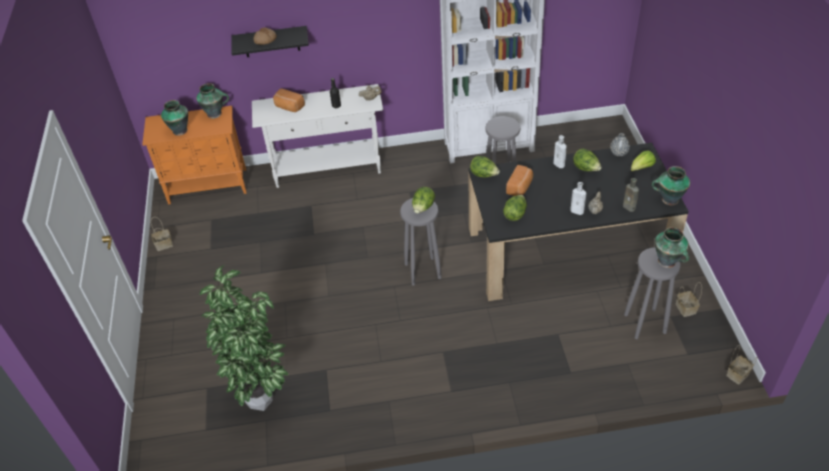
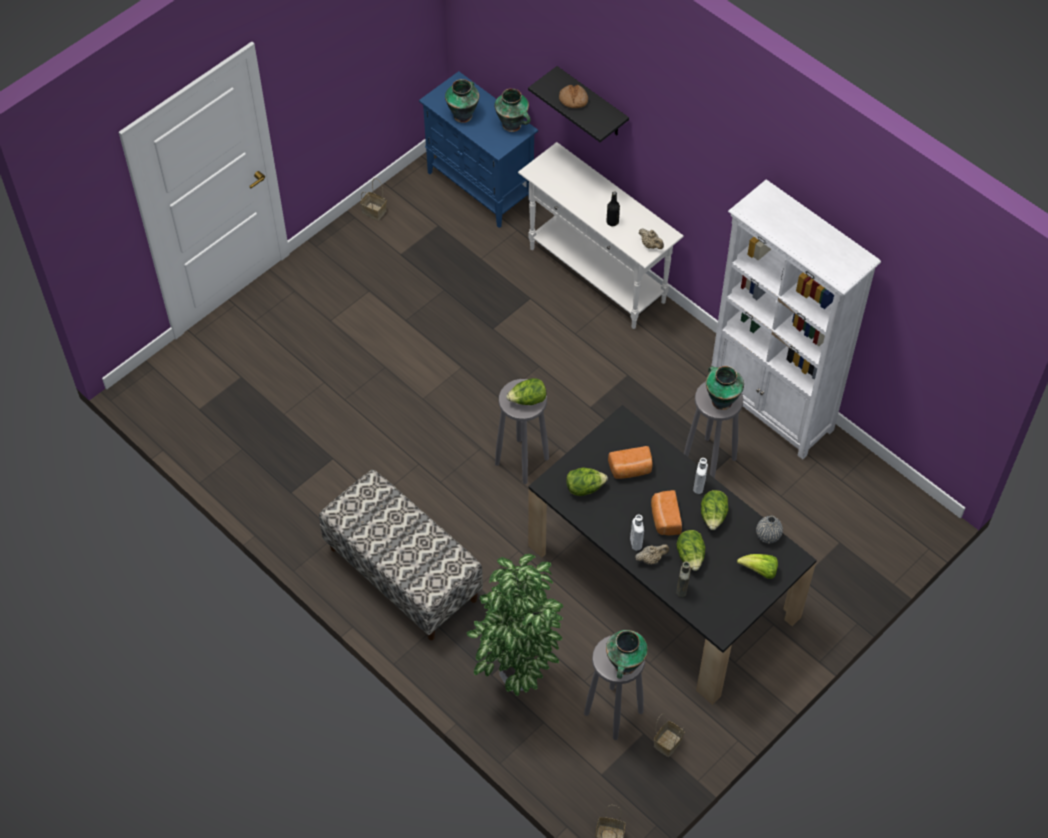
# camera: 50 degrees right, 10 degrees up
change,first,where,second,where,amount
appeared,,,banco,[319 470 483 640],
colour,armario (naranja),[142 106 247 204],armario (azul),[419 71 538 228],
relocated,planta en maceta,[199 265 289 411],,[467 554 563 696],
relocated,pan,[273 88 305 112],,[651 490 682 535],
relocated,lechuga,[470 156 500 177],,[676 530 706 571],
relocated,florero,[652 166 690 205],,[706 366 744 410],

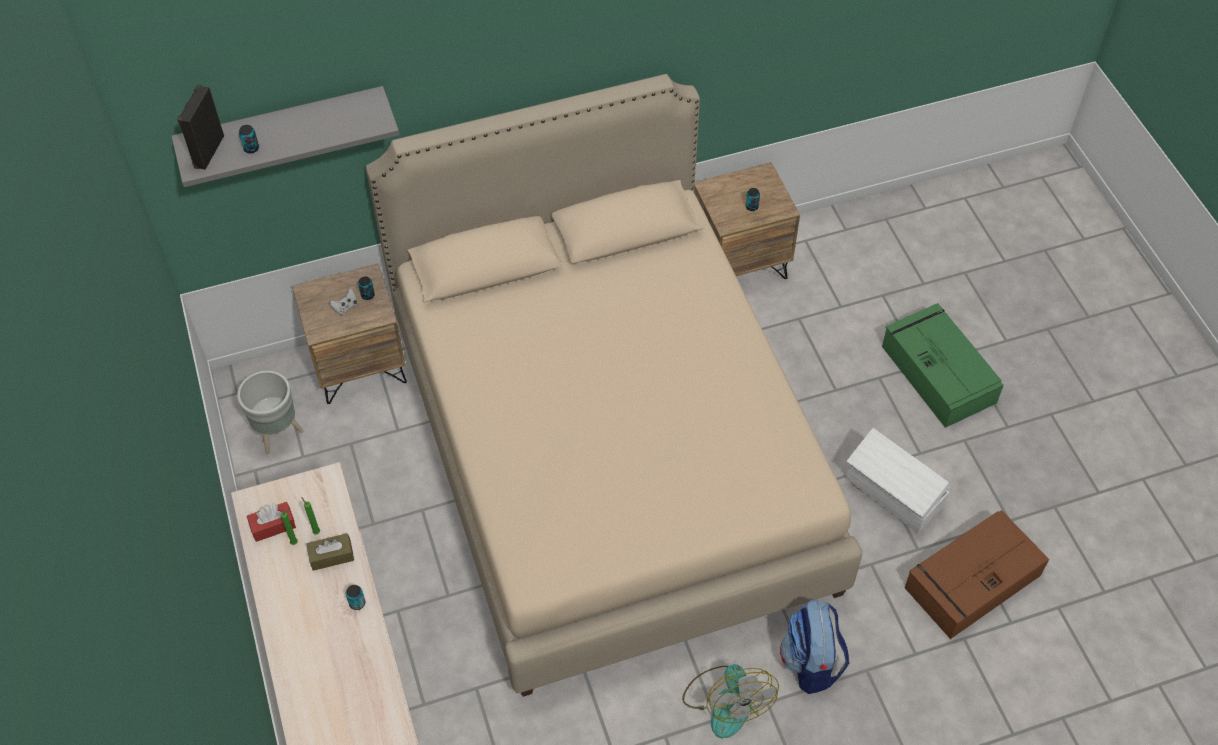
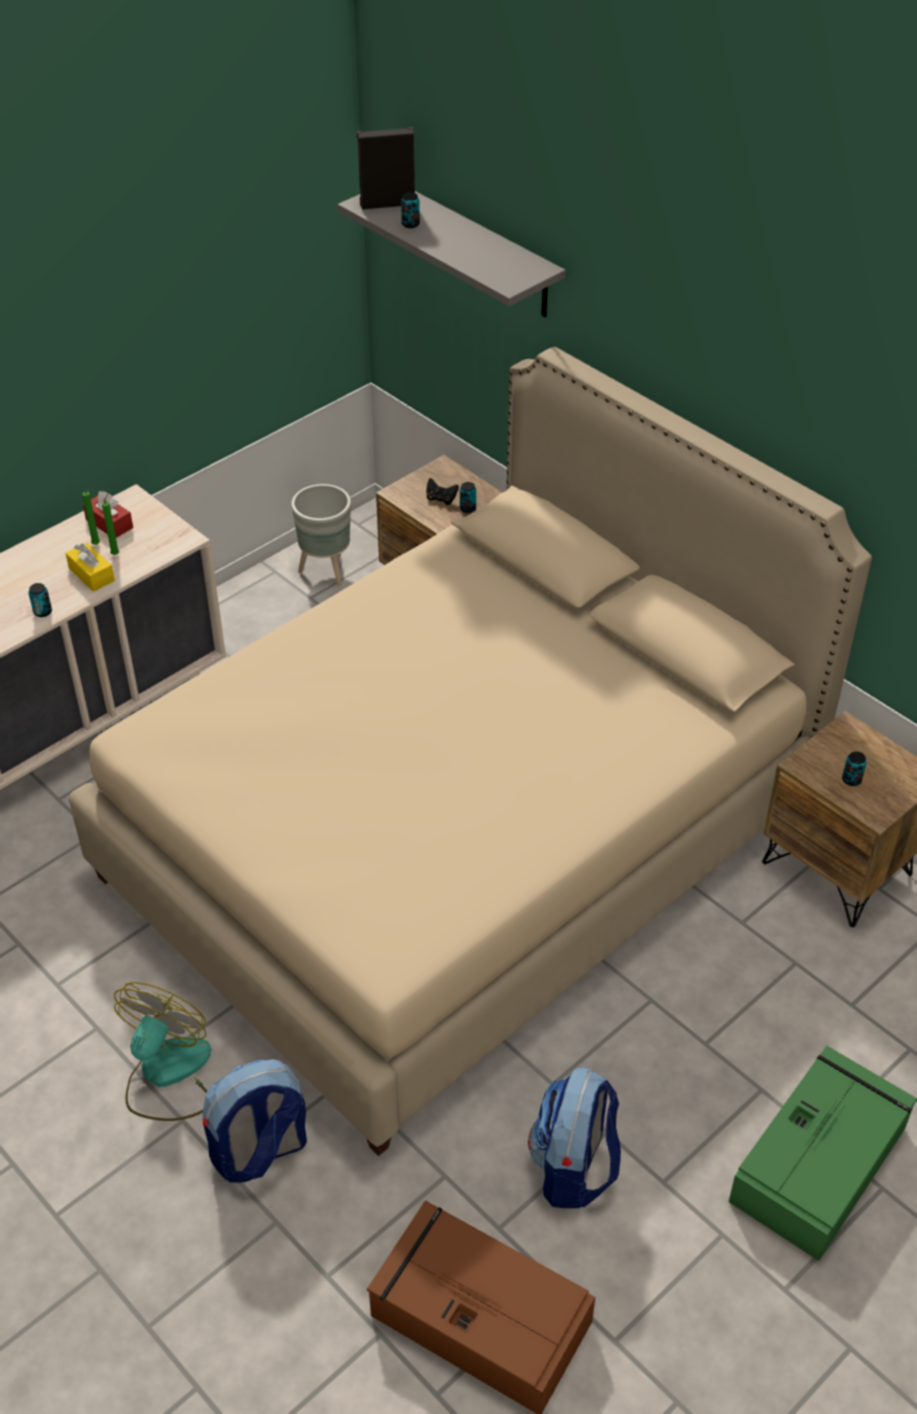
# camera: 65 degrees right, 10 degrees down
change,first,where,second,where,amount
colour,caja de pañuelos (marrón),[306 533 354 571],caja de pañuelos (amarillo),[65 543 115 592],
spun,ventilador,[682 664 779 738],,[114 982 212 1121],150 degrees clockwise
colour,mando de consola (blanco),[329 288 358 315],mando de consola (negro),[426 478 459 505],
exchanged,caja de almacenaje (blanco),[845 428 950 533],mochila,[528 1067 621 1208],

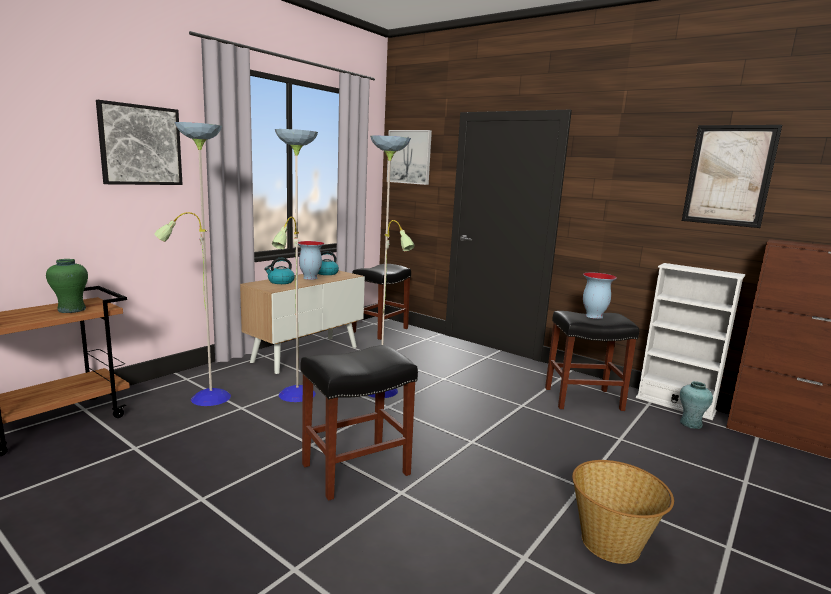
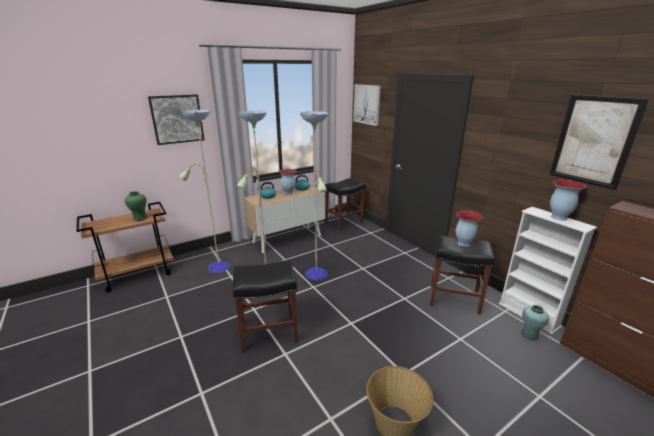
# camera: 20 degrees right, 10 degrees up
change,first,where,second,where,amount
appeared,,,florero,[550 180 586 221],

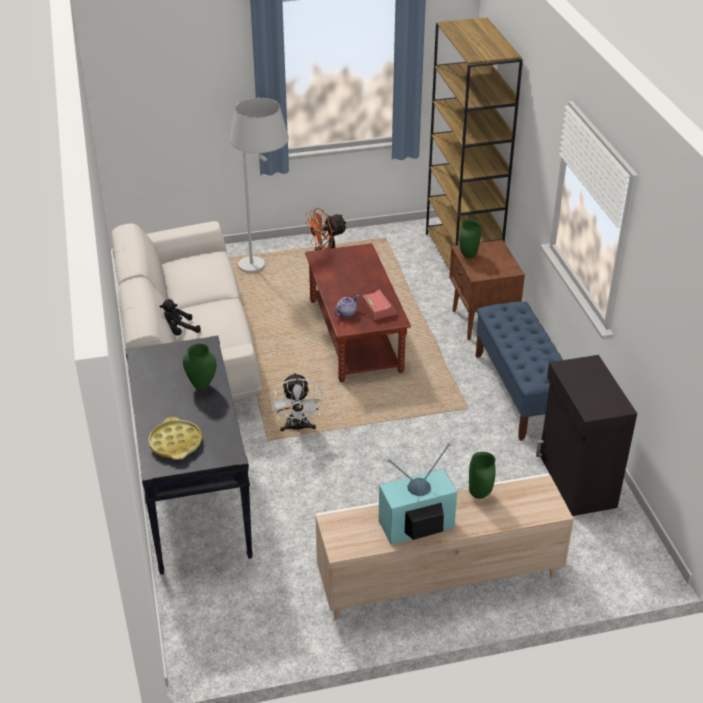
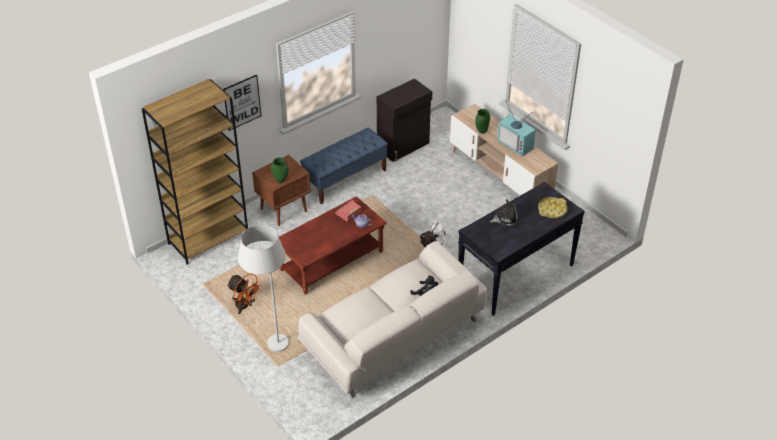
# camera: 115 degrees left, 5 degrees up
change,first,where,second,where,amount
appeared,,,cuadro,[223 75 261 131],
exchanged,florero (verde),[183 344 217 391],peluche,[490 199 518 226],

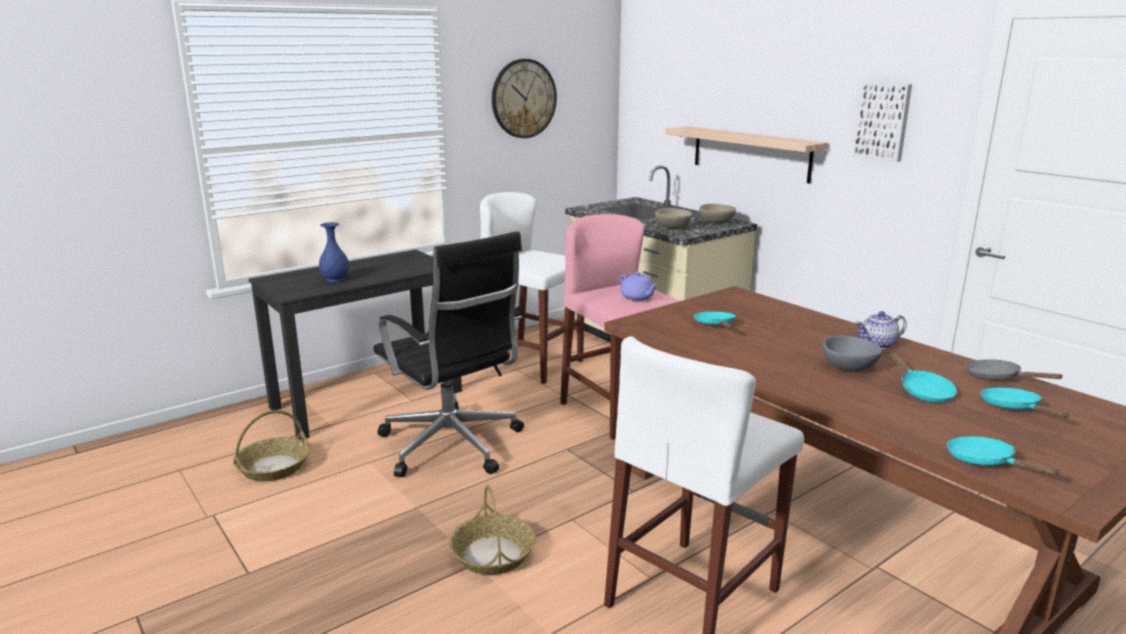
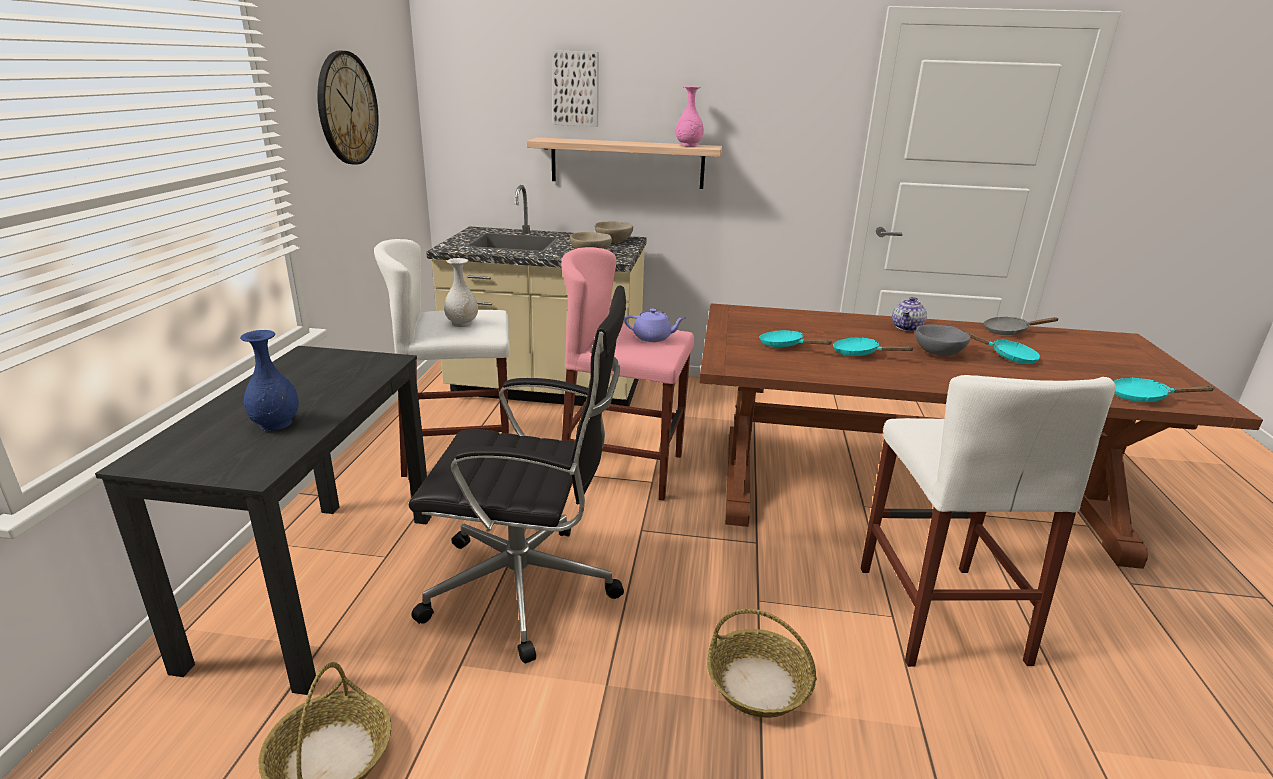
# camera: 45 degrees left, 5 degrees up
change,first,where,second,where,amount
appeared,,,florero (blanco),[444 258 478 327],
relocated,cuadro,[853 82 912 162],,[552 50 599 127],
appeared,,,florero (rosa),[676 86 704 147],
relocated,sartén (turquesa),[981 387 1069 418],,[833 337 915 356],

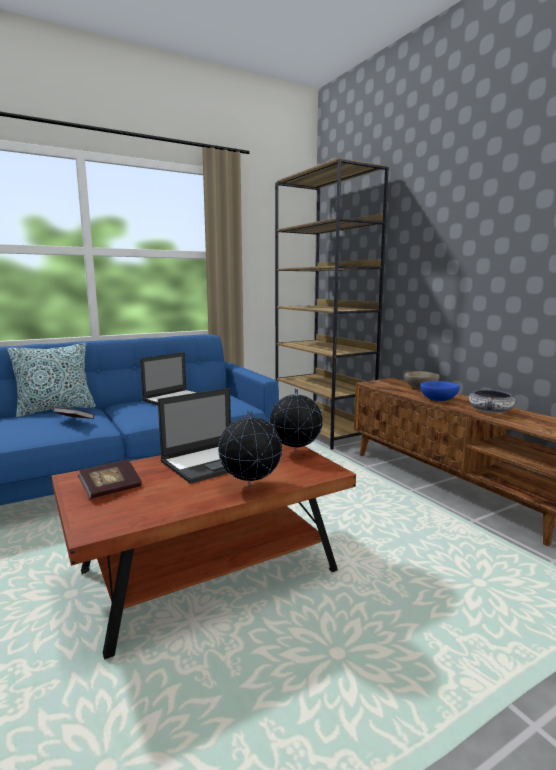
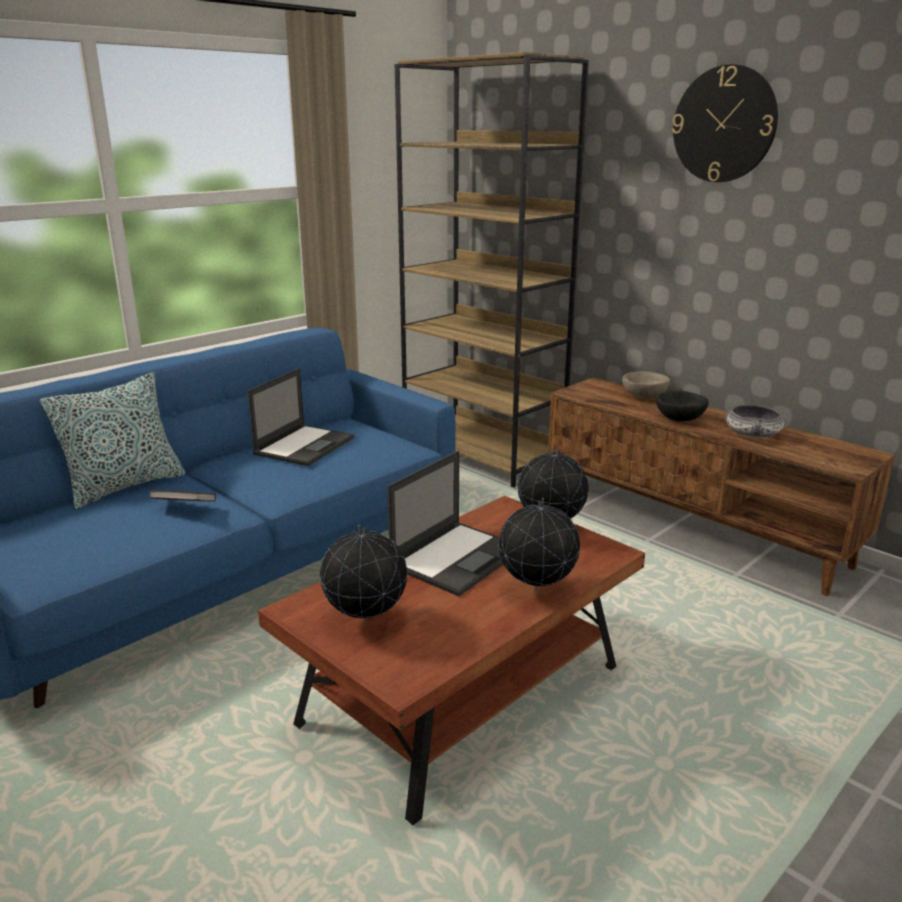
# camera: 15 degrees left, 10 degrees up
change,first,where,second,where,amount
exchanged,libro,[78 460 142 499],globo terráqueo,[320 525 407 623],
colour,cuenco (azul),[420 381 460 401],cuenco (negro),[656 391 709 421],
appeared,,,reloj de pared,[672 64 778 182],

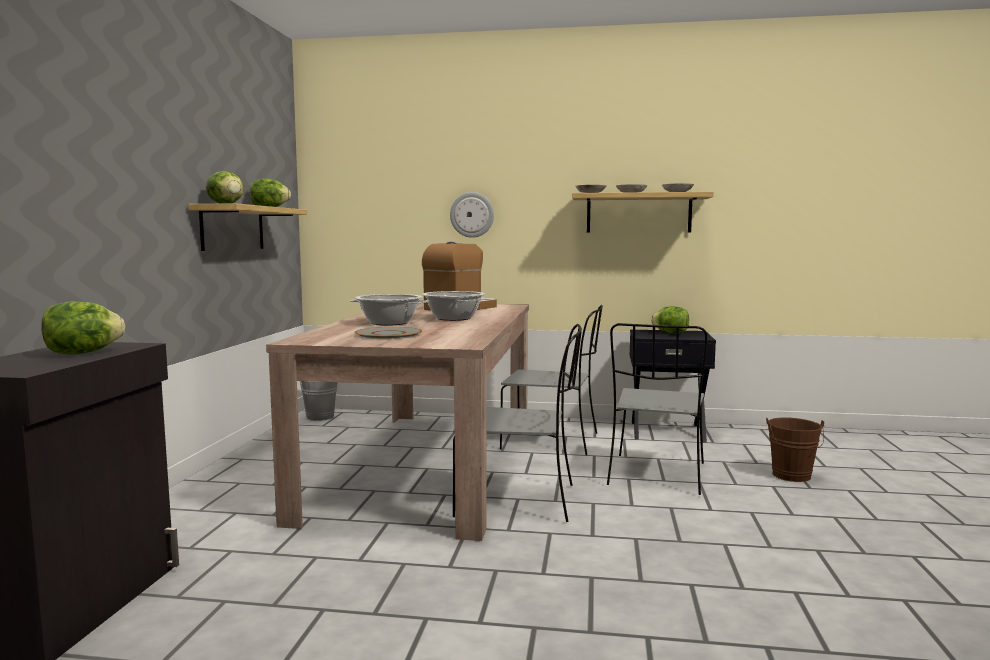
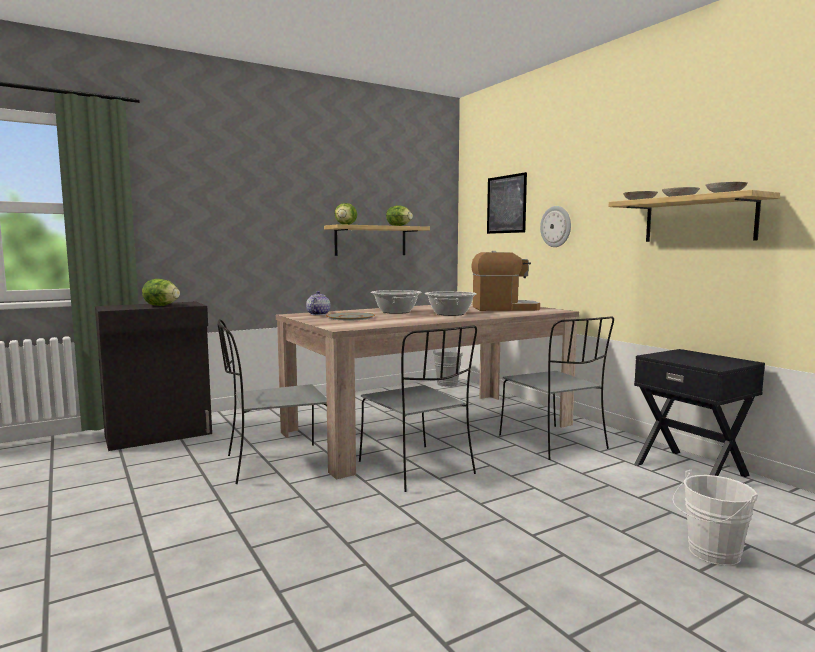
# camera: 50 degrees right, 0 degrees up
change,first,where,second,where,amount
relocated,silla (gris),[607 323 707 495],,[217 319 327 484],
appeared,,,tetera,[306 291 330 315],
appeared,,,cuadro,[487 172 527 234],
colour,cubo (marrón),[766 417 824 482],cubo (blanco),[673 470 758 566],
missing,lechuga,[651 306 689 334],,,

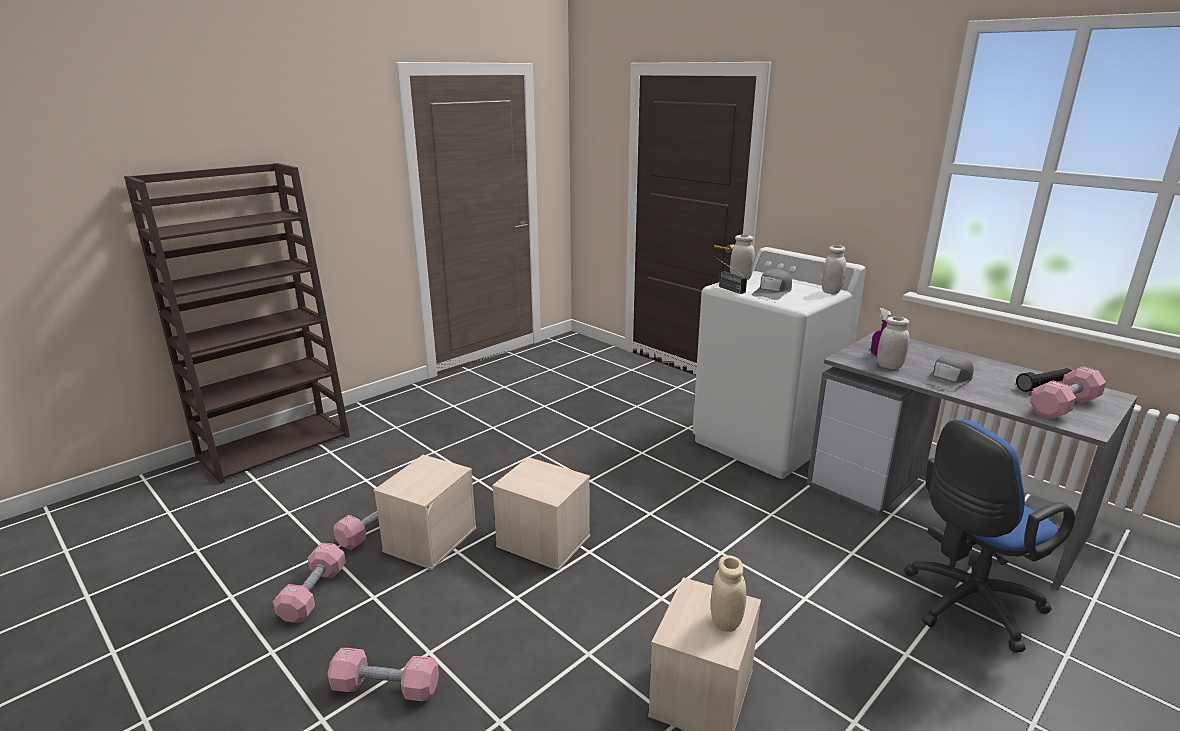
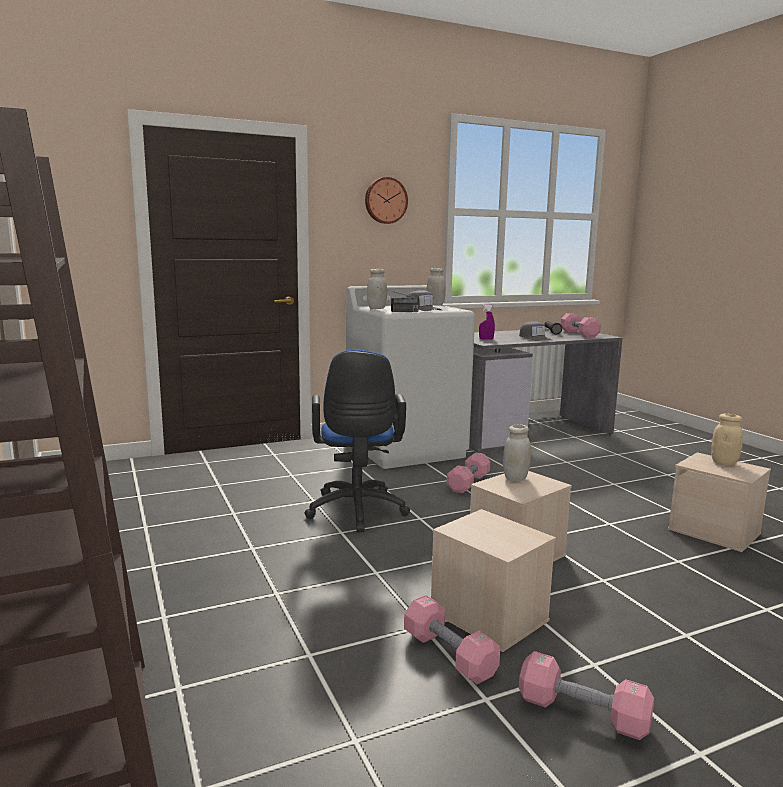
# camera: 70 degrees left, 10 degrees down
change,first,where,second,where,amount
relocated,silla de oficina (azul),[904 419 1075 653],,[304 349 410 532],
appeared,,,reloj de pared,[365 177 408 224],
relocated,mancuerna (rosa),[328 648 439 701],,[447 453 490 493],
relocated,tarro (blanco),[877 317 909 369],,[503 424 531 481],

